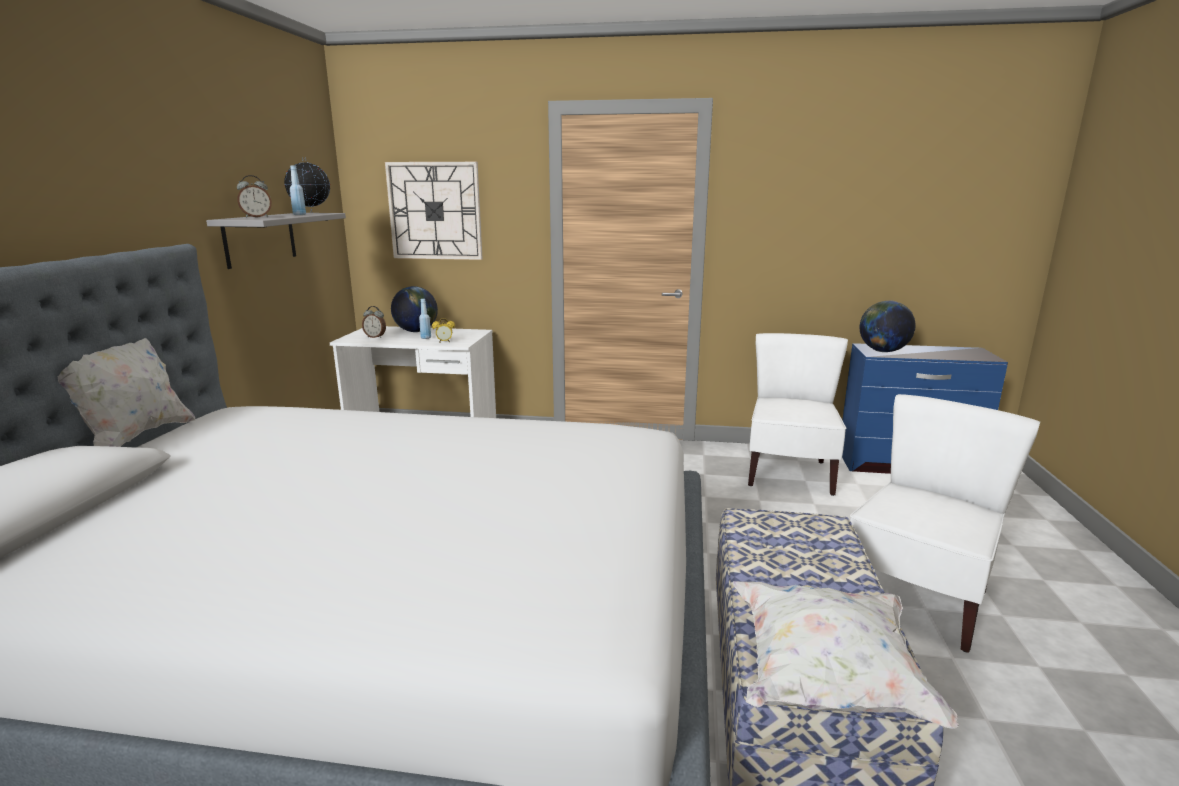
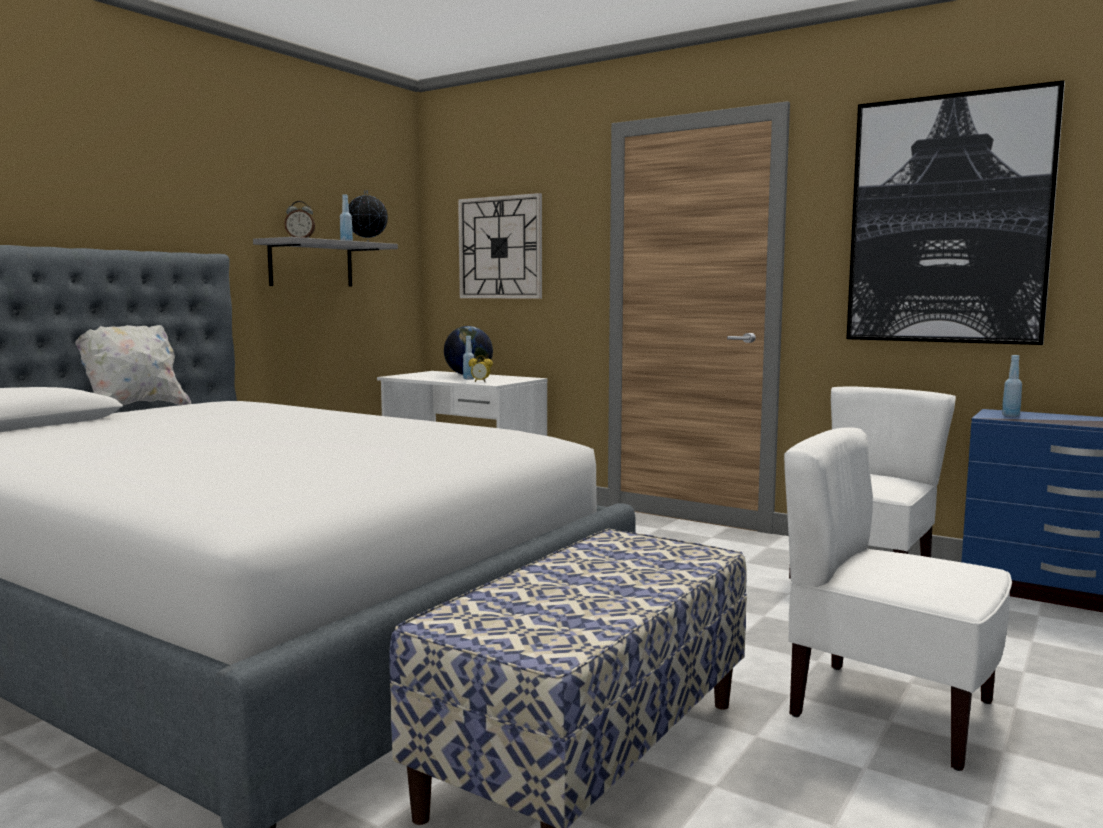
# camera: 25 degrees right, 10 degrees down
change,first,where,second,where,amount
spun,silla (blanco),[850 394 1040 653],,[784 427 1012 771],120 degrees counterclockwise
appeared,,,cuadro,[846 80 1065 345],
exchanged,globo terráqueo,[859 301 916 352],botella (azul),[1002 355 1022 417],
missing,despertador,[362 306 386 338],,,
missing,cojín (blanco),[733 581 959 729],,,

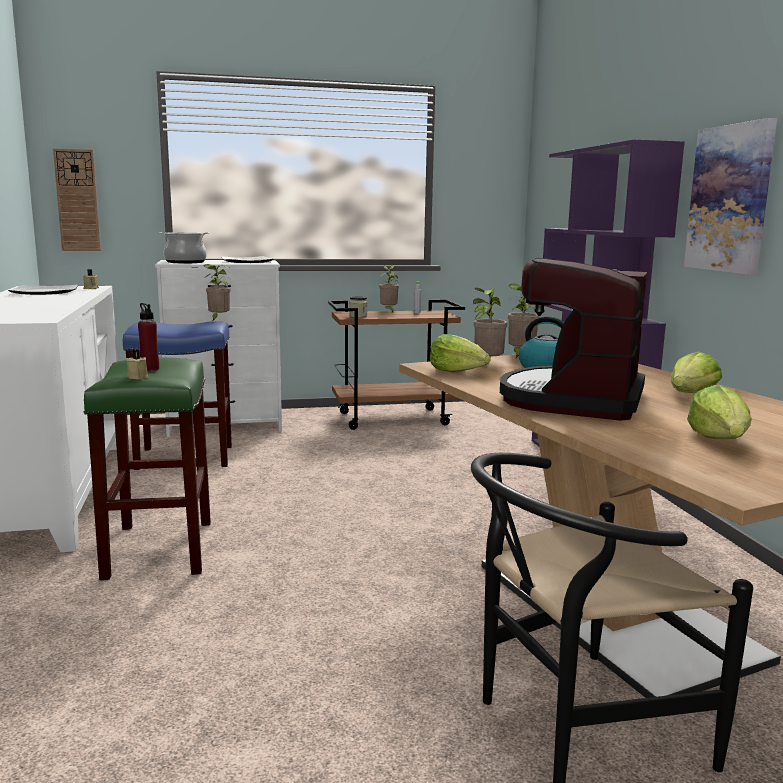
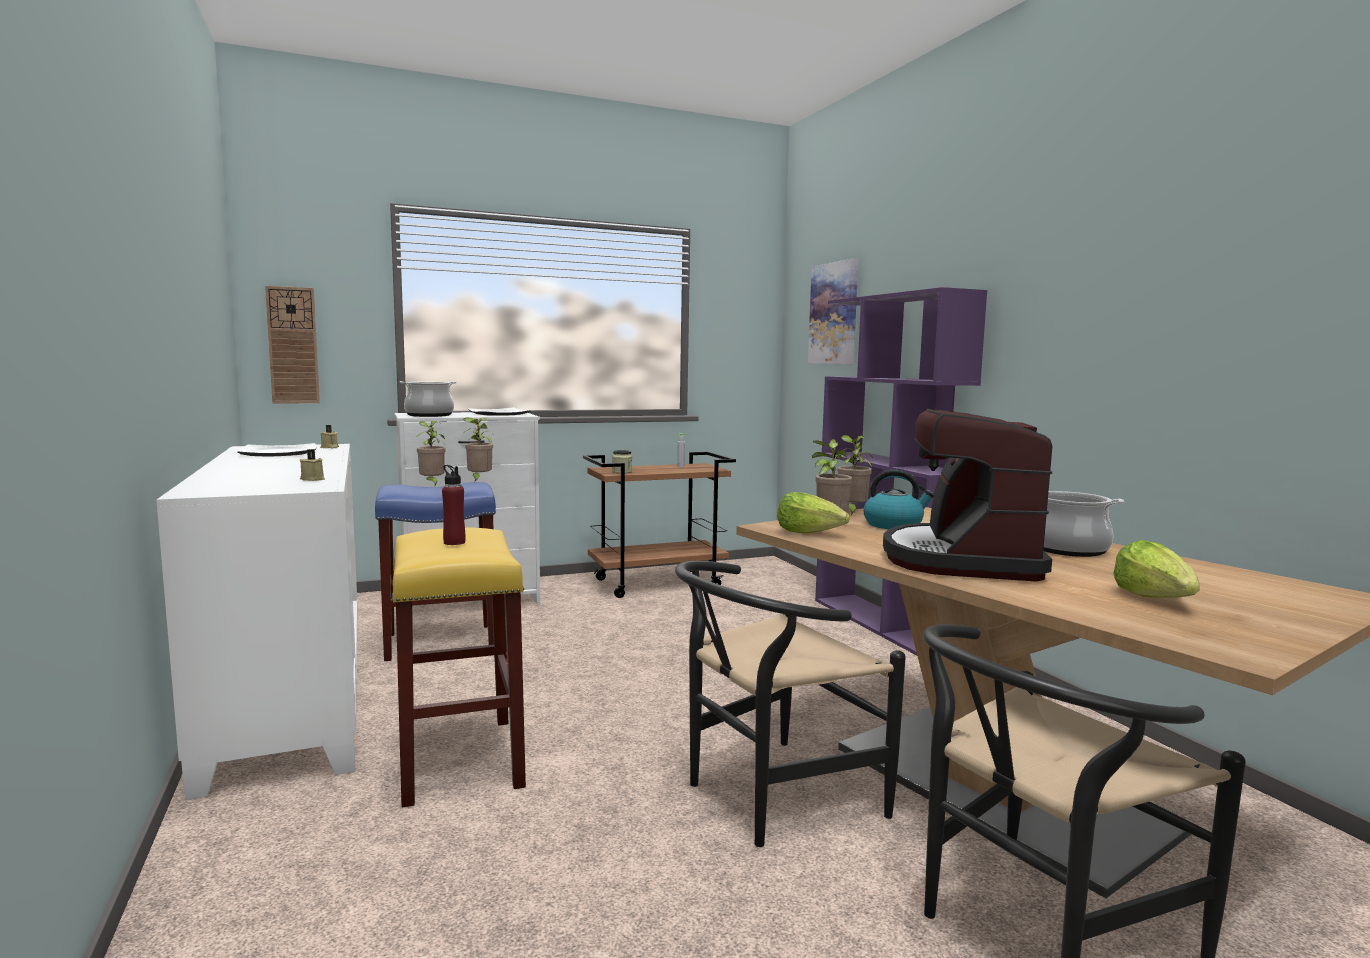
# camera: 10 degrees left, 5 degrees down
change,first,where,second,where,amount
relocated,vela (beis),[126 349 149 379],,[299 449 325 481],
colour,taburete (verde),[84 357 211 580],taburete (amarillo),[391 528 526 807],
relocated,planta en maceta,[379 265 399 312],,[416 421 445 485],
appeared,,,silla (negro),[675 561 906 847],
relocated,cuadro,[684 118 777 275],,[808 258 859 364],
exchanged,lechuga,[671 352 722 393],olla,[1043 491 1124 557],

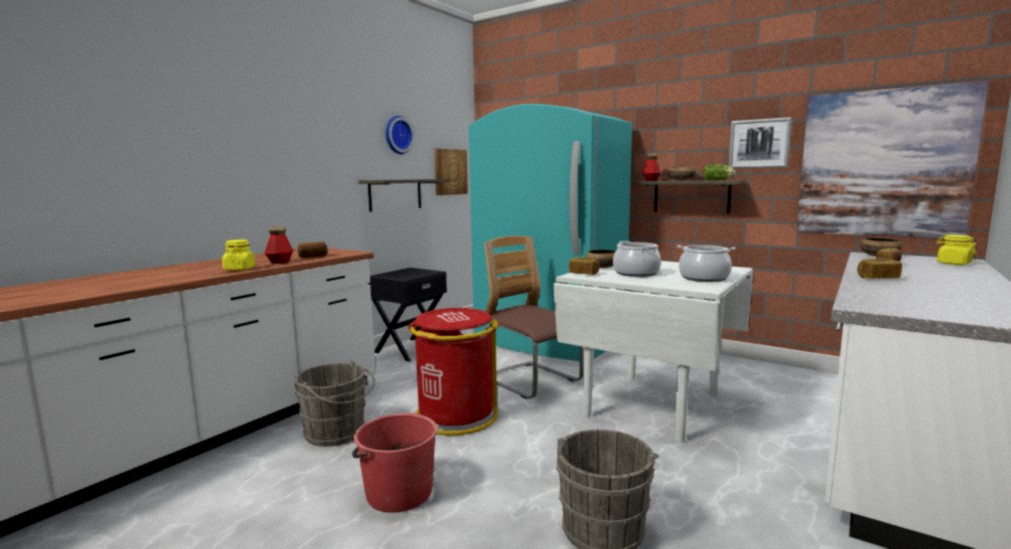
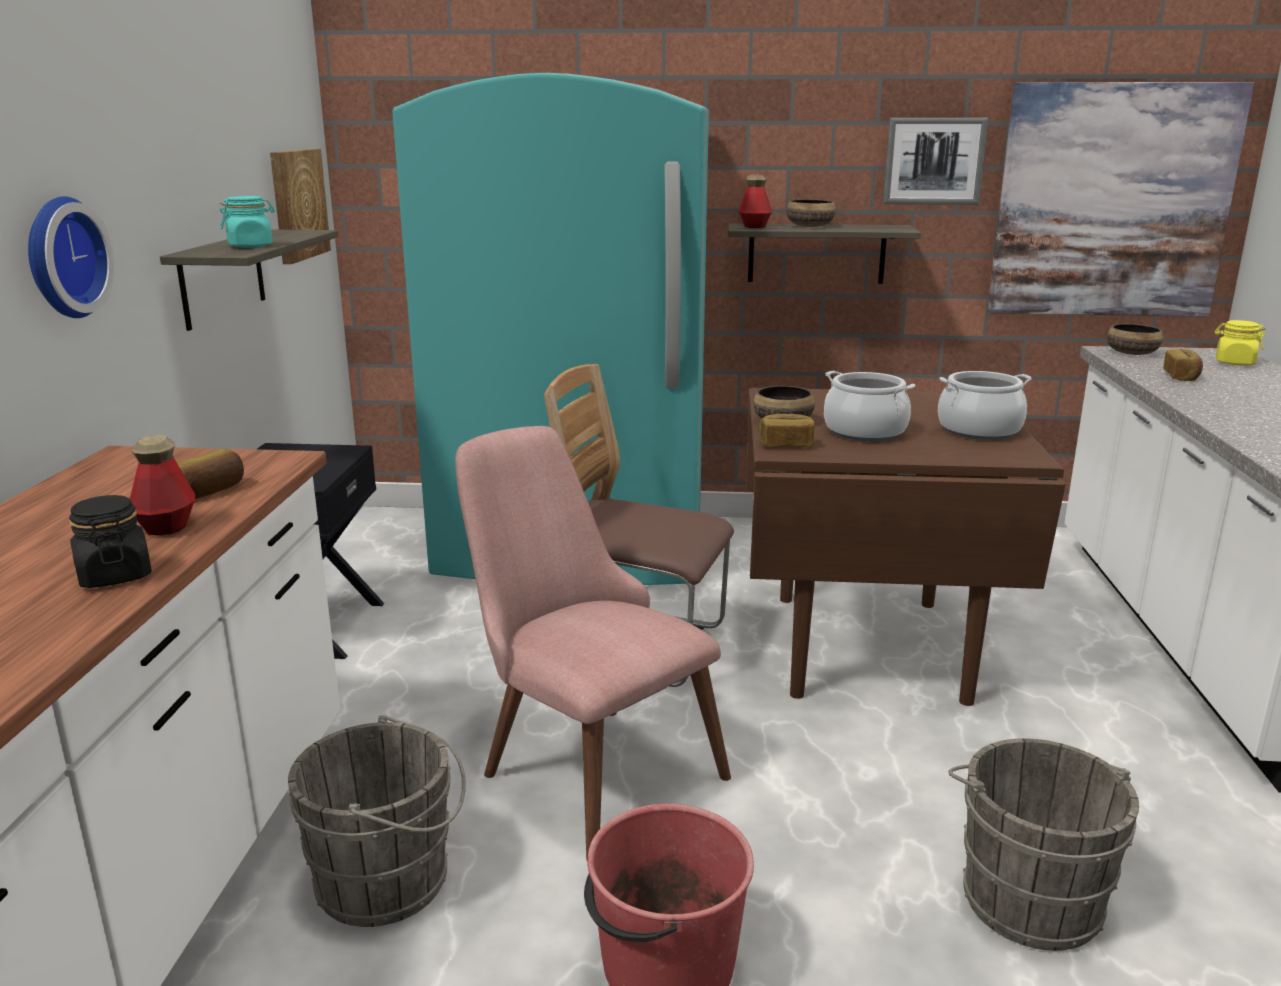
# camera: 30 degrees left, 10 degrees up
change,first,where,second,where,amount
relocated,reloj de pared,[385 116 415 154],,[28 196 114 318],
colour,tarro (amarillo),[222 240 256 271],tarro (negro),[69 495 152 588],
appeared,,,tarro (turquesa),[219 196 275 248],
exchanged,papelera (rojo),[408 308 499 435],silla (rosa),[455 426 731 860],
colour,mesa de comedor (blanco),[553 261 753 443],mesa de comedor (marrón),[746 388 1066 706],
missing,lechuga,[704 164 735 181],,,
missing,pan,[857 258 902 279],,,

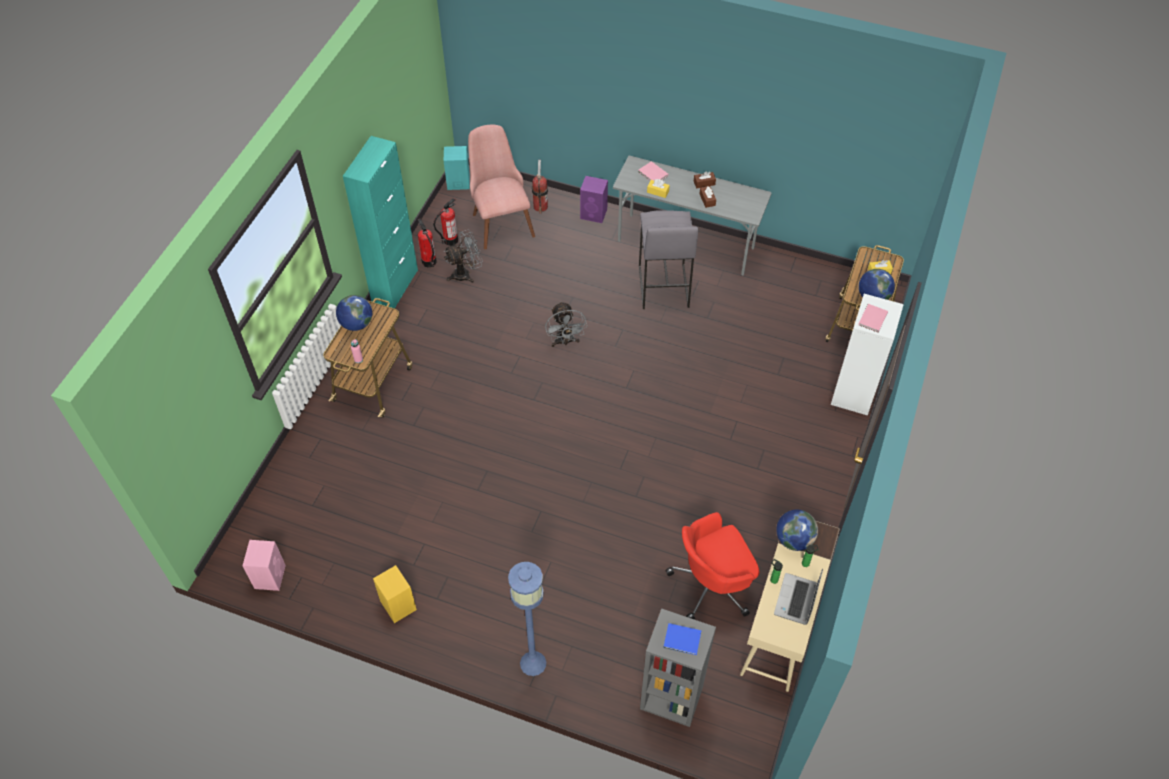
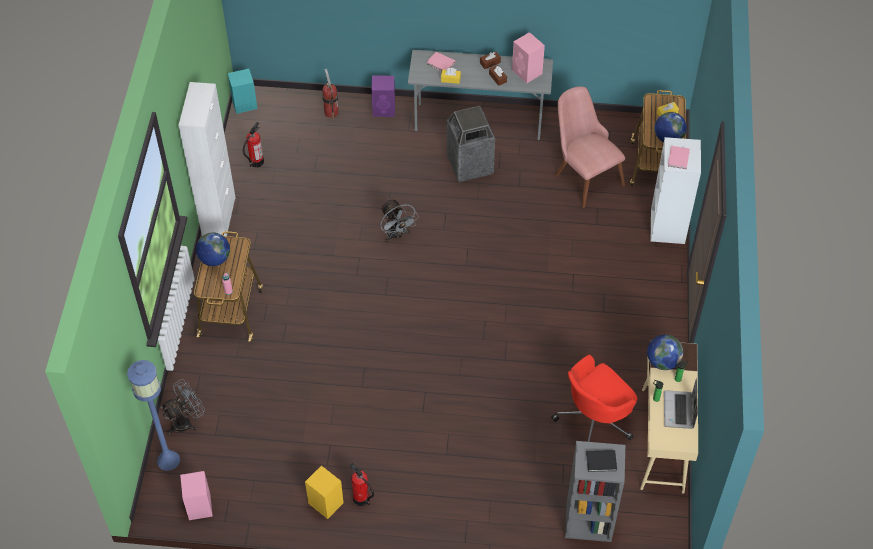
# camera: 15 degrees left, 0 degrees up
change,first,where,second,where,amount
relocated,lámpara de pie (azul),[508 562 546 676],,[127 360 180 471],
relocated,ventilador (gris),[444 229 483 283],,[161 379 205 435],
colour,armario (turquesa),[343 136 418 309],armario (blanco),[178 82 236 236],
relocated,extintor,[417 219 437 267],,[349 462 374 506],
exchanged,taburete (gris),[639 210 698 309],papelera,[447 106 495 182],
appeared,,,altavoz (rosa),[512 32 545 83],
relocated,silla (rosa),[468 125 535 249],,[555 87 625 208],
colour,libro (azul),[663 623 702 655],libro (negro),[586 450 617 472],

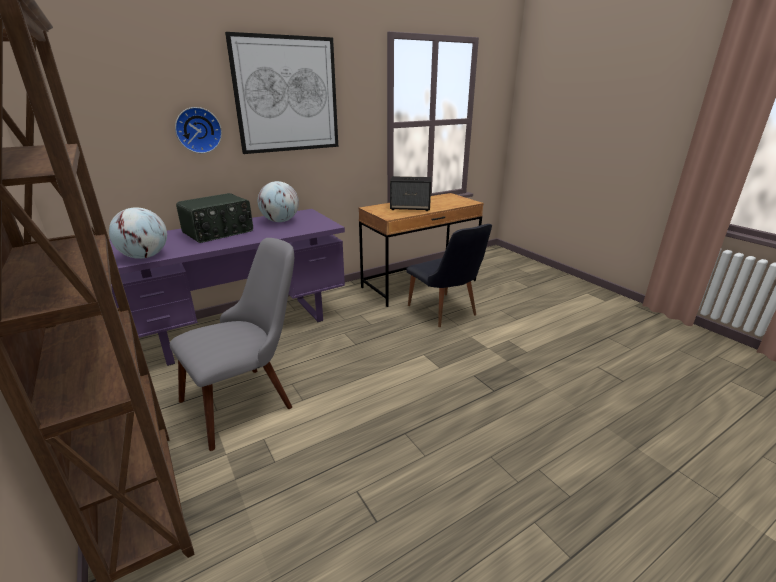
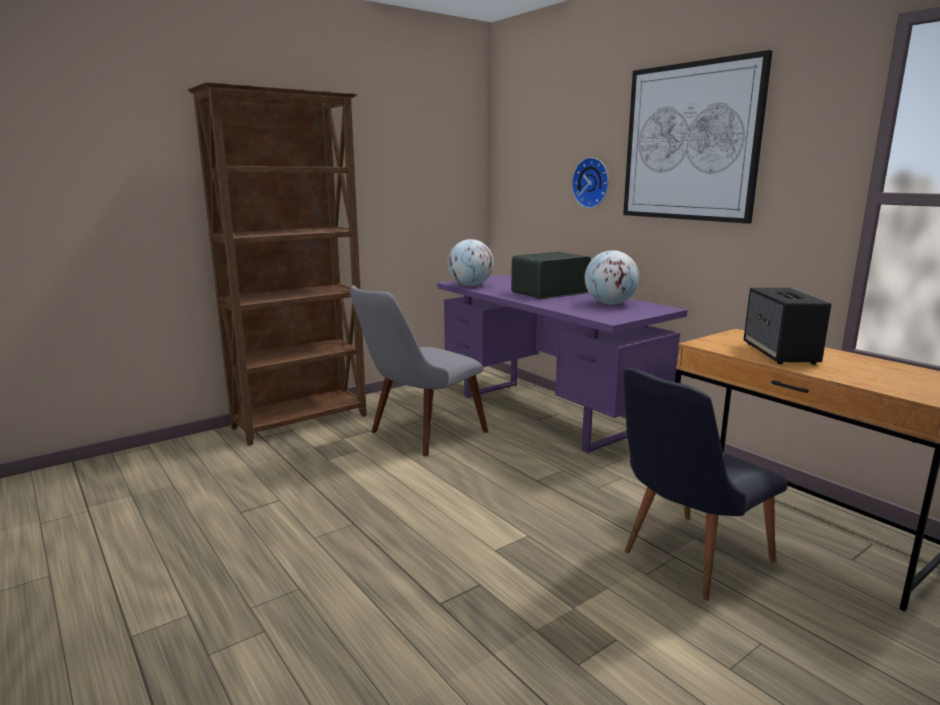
# camera: 85 degrees right, 10 degrees down
change,first,where,second,where,amount
spun,silla (gris),[170 238 294 451],,[350 285 488 456],90 degrees clockwise
spun,radio,[176 193 253 243],,[511 252 591 299],105 degrees clockwise

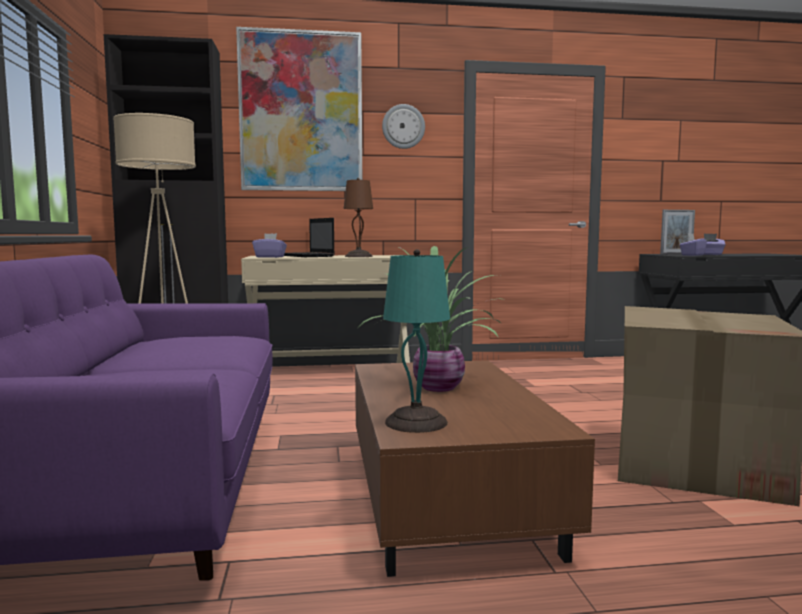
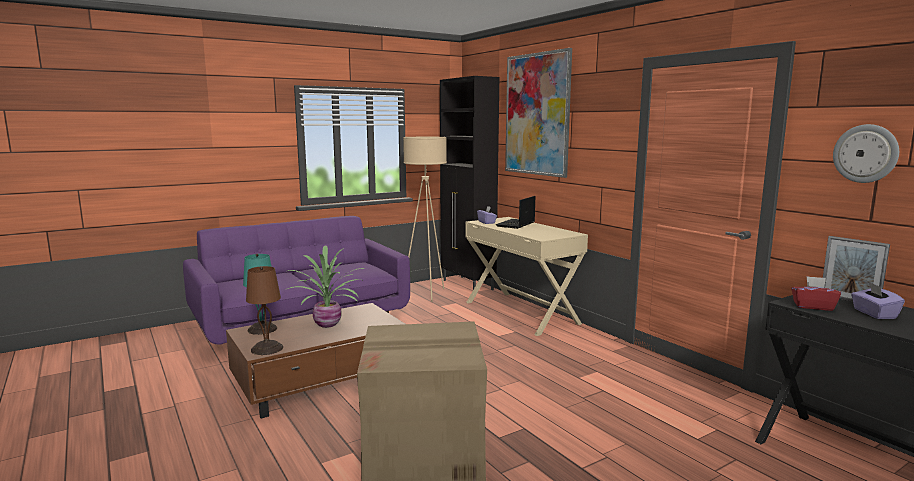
# camera: 65 degrees right, 5 degrees up
change,first,where,second,where,amount
relocated,lámpara de mesa (marrón),[344 178 373 257],,[246 266 283 355],
colour,caja de pañuelos (morado),[679 234 707 256],caja de pañuelos (rojo),[791 276 841 311],
relocated,reloj de pared,[382 104 425 149],,[833 124 899 183],

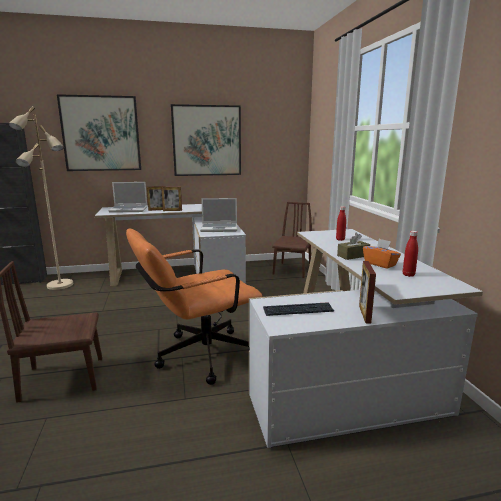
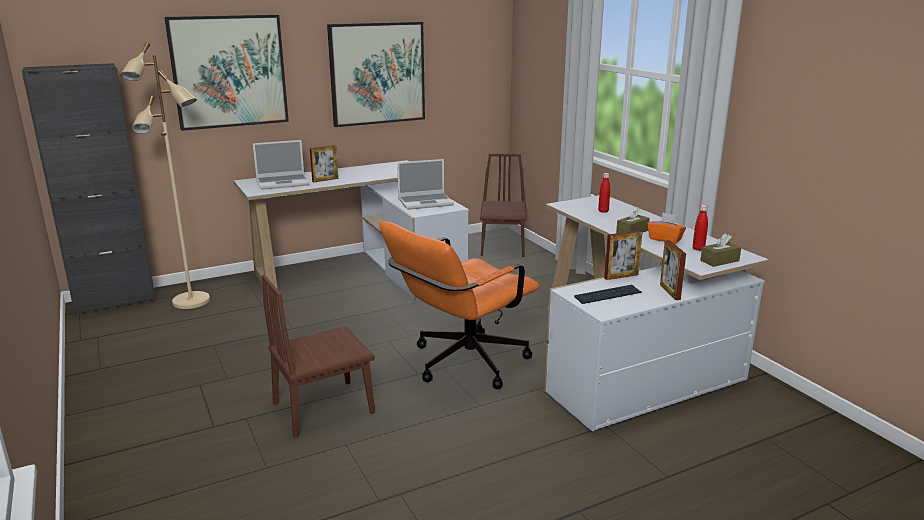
# camera: 15 degrees left, 5 degrees up
change,first,where,second,where,amount
relocated,portarretratos,[161 187 182 211],,[604 230 642 280],
appeared,,,caja de pañuelos (marrón),[700 233 741 267],

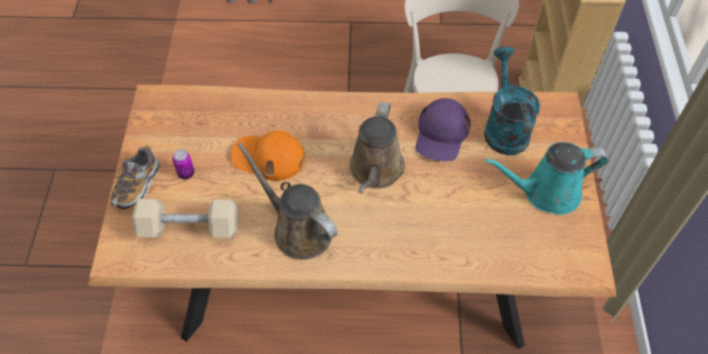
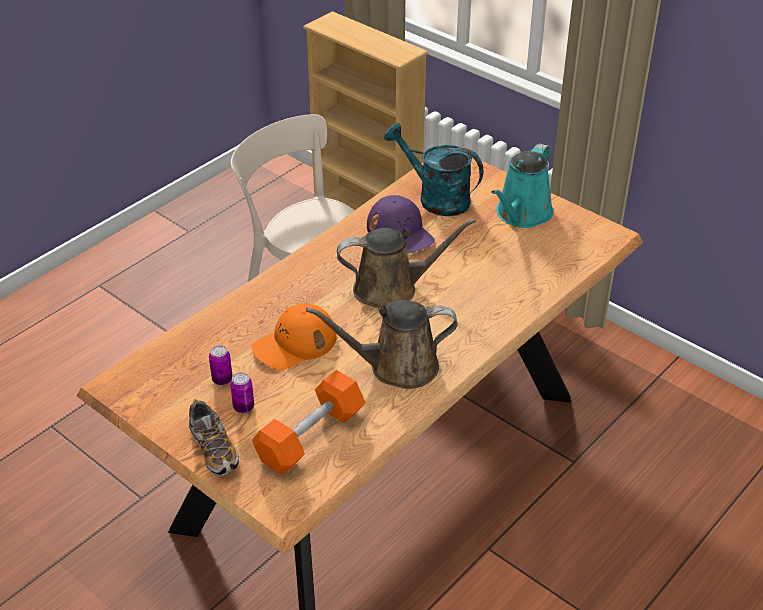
# camera: 50 degrees left, 15 degrees down
change,first,where,second,where,amount
appeared,,,lata,[209 345 233 385],
colour,mancuerna (beis),[132 199 238 238],mancuerna (naranja),[252 370 366 475],
spun,regadera (marrón),[349 102 405 193],,[337 219 476 308],60 degrees counterclockwise

